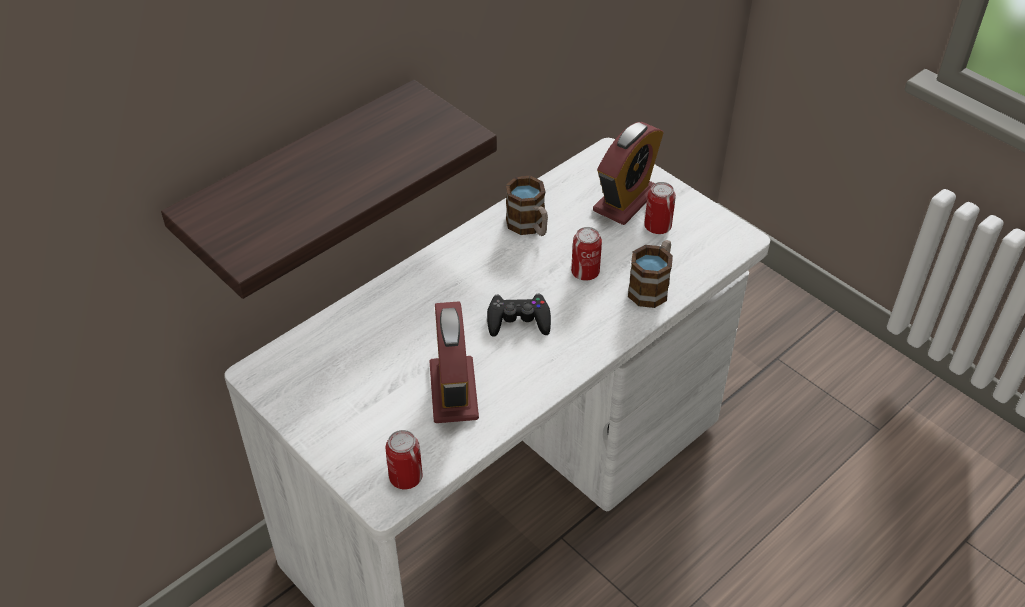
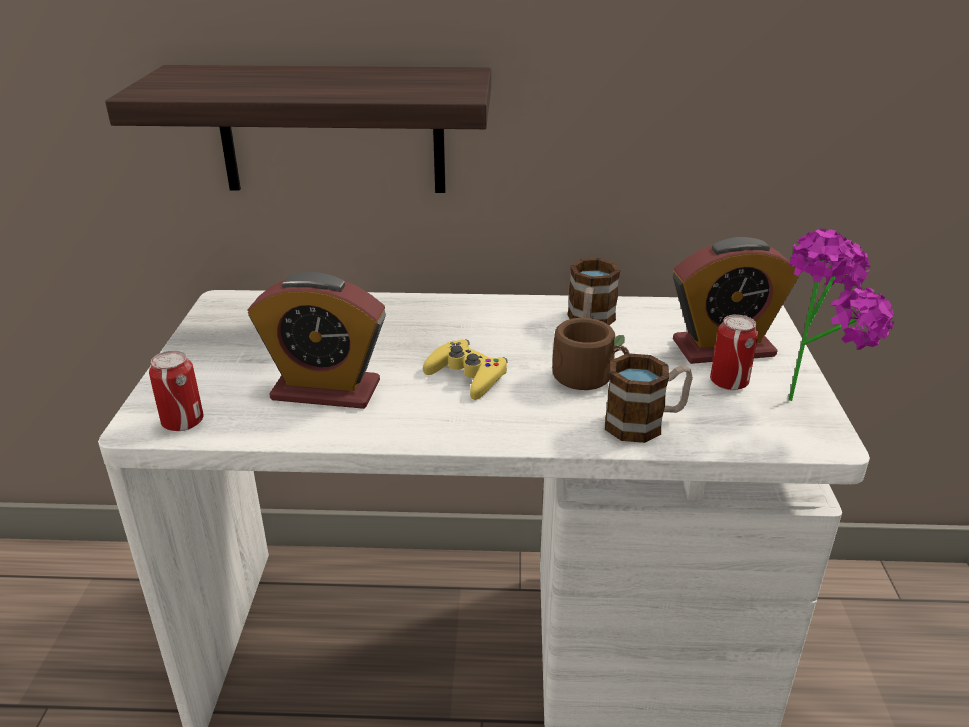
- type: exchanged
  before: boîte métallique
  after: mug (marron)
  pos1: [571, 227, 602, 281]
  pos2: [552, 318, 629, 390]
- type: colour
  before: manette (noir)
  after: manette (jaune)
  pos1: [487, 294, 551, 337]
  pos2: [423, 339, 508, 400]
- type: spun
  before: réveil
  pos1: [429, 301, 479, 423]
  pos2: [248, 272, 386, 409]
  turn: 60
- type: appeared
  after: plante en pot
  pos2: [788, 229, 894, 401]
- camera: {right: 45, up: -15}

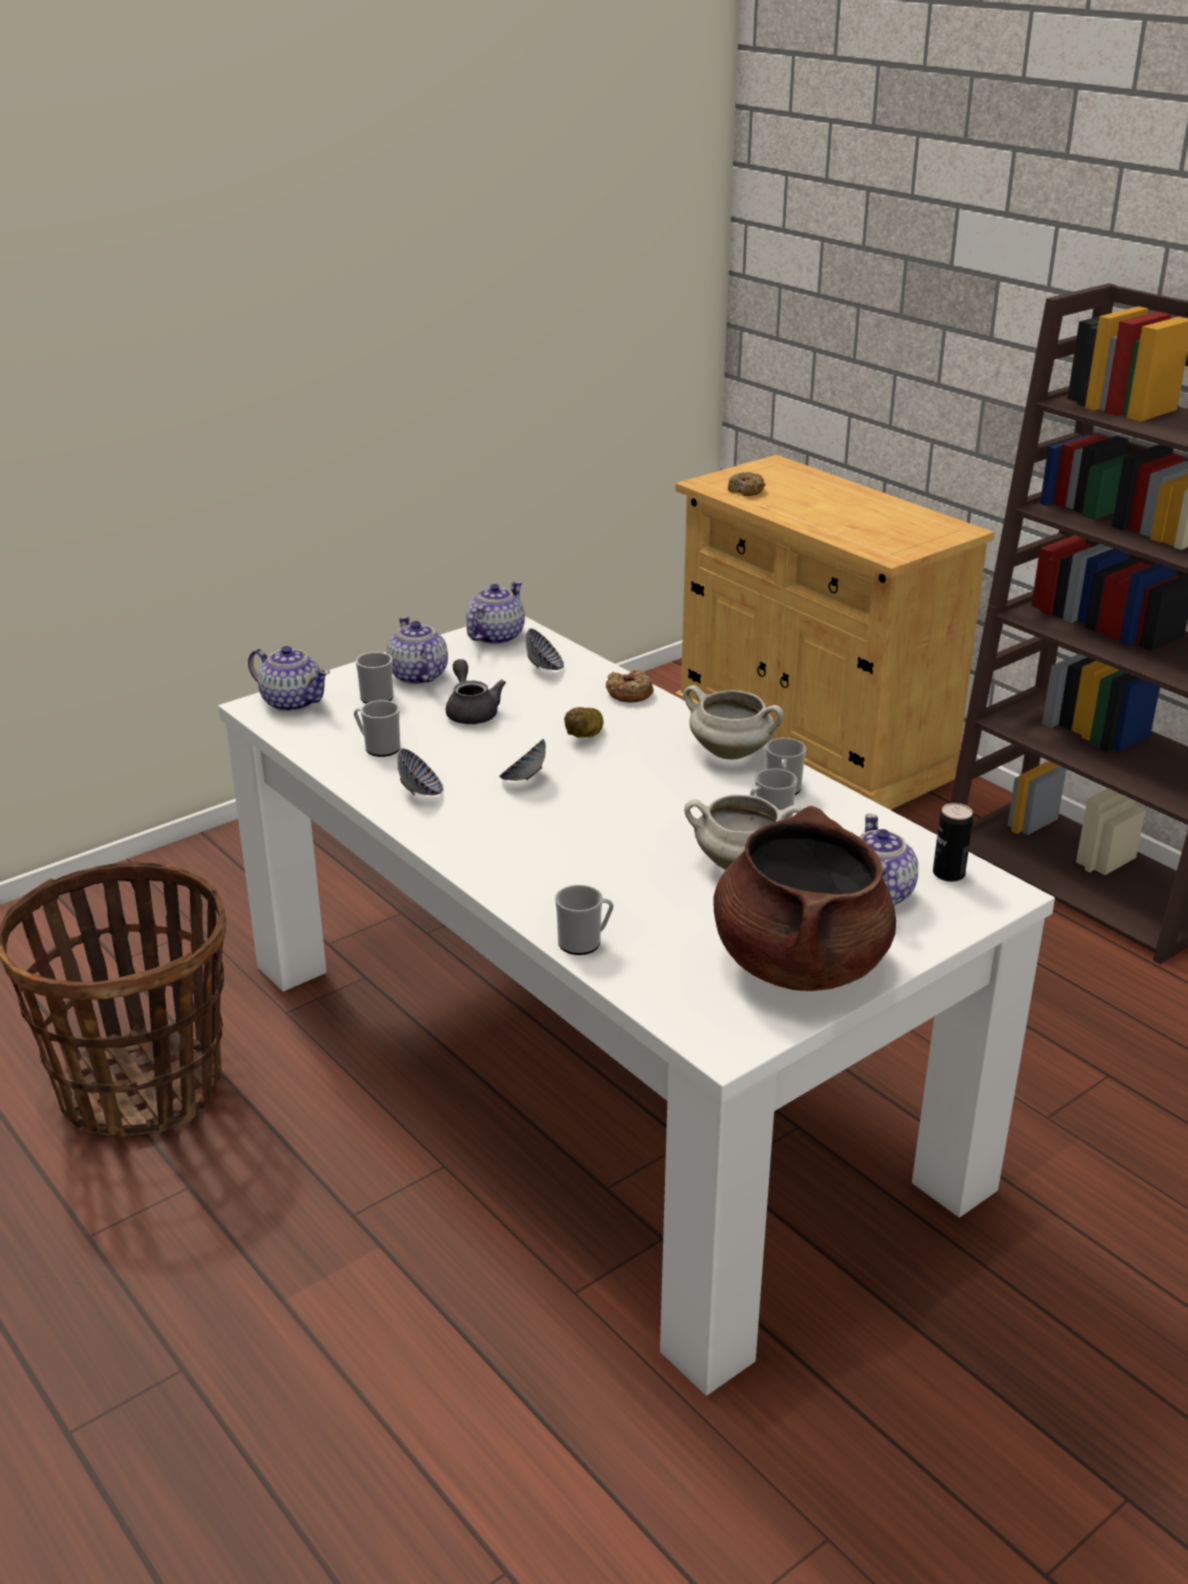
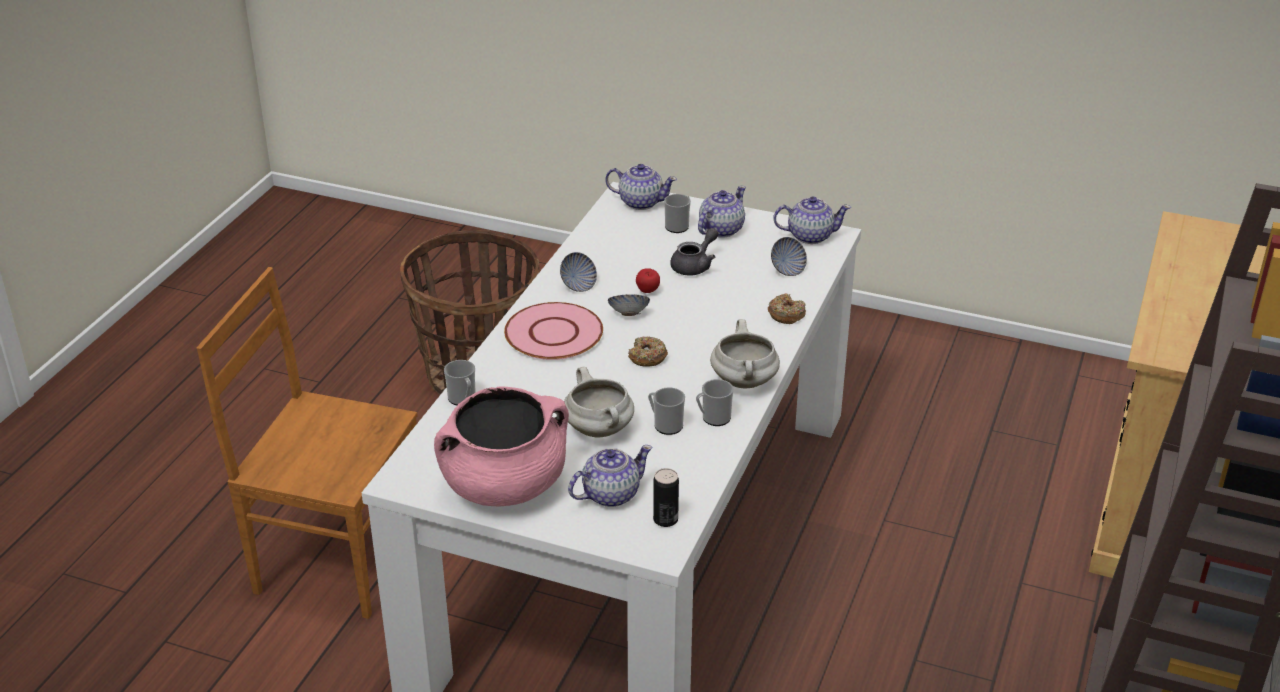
- type: relocated
  before: beignet
  pos1: [728, 472, 765, 496]
  pos2: [628, 336, 668, 367]
- type: spun
  before: théière
  pos1: [248, 646, 330, 712]
  pos2: [605, 164, 677, 210]
  turn: -75
- type: missing
  before: mug
  pos1: [354, 700, 400, 757]
- type: missing
  before: pomme de terre
  pos1: [564, 707, 603, 738]
- type: colour
  before: marmite (marron)
  after: marmite (rose)
  pos1: [714, 806, 896, 991]
  pos2: [434, 386, 569, 507]
- type: appeared
  after: chaise (marron)
  pos2: [197, 267, 418, 619]
- type: appeared
  after: pomme
  pos2: [636, 268, 660, 293]
- type: appeared
  after: assiette (rose)
  pos2: [504, 302, 603, 360]
- camera: {right: 60, up: 5}

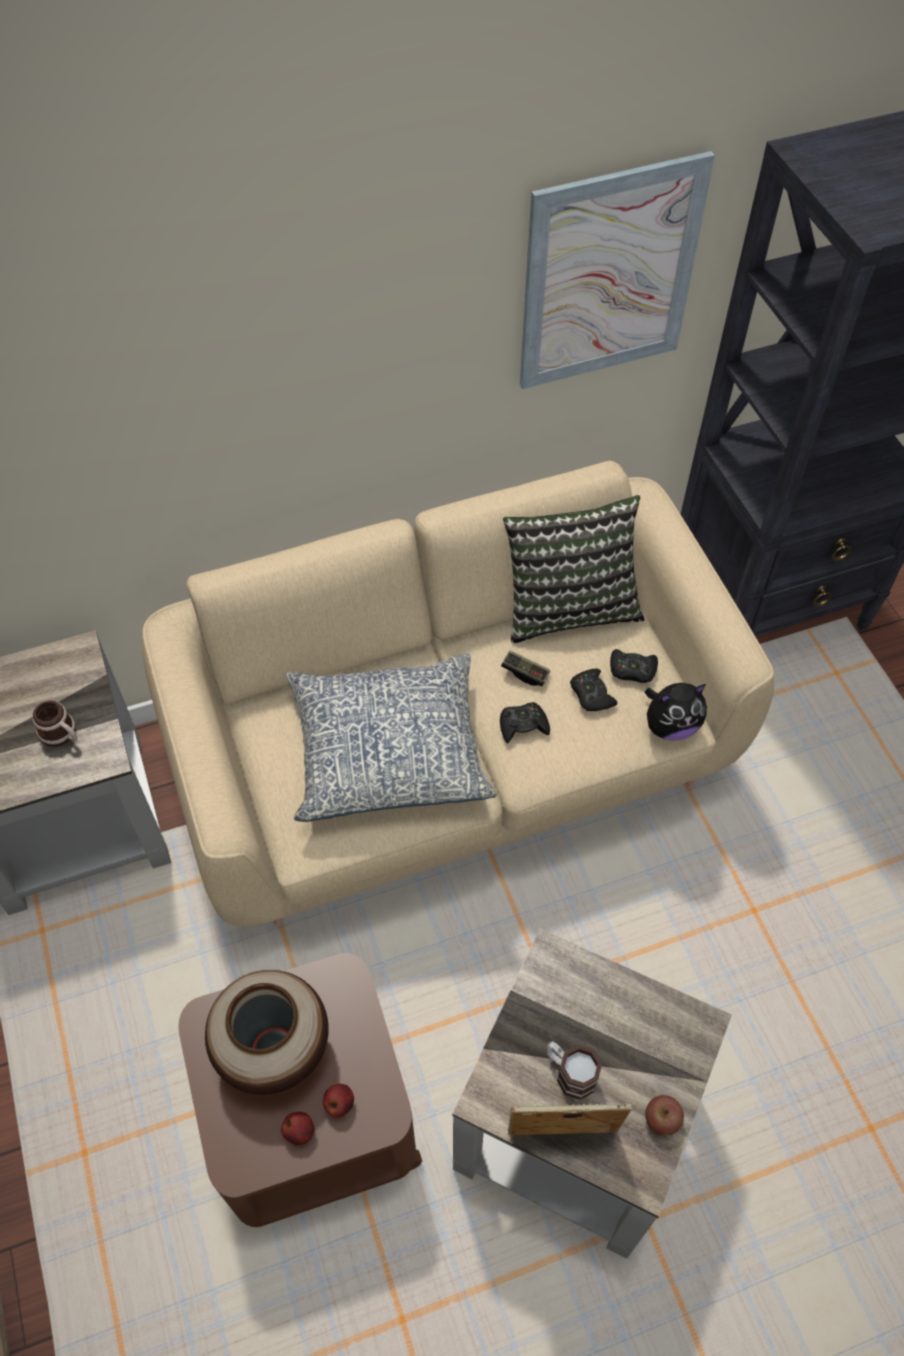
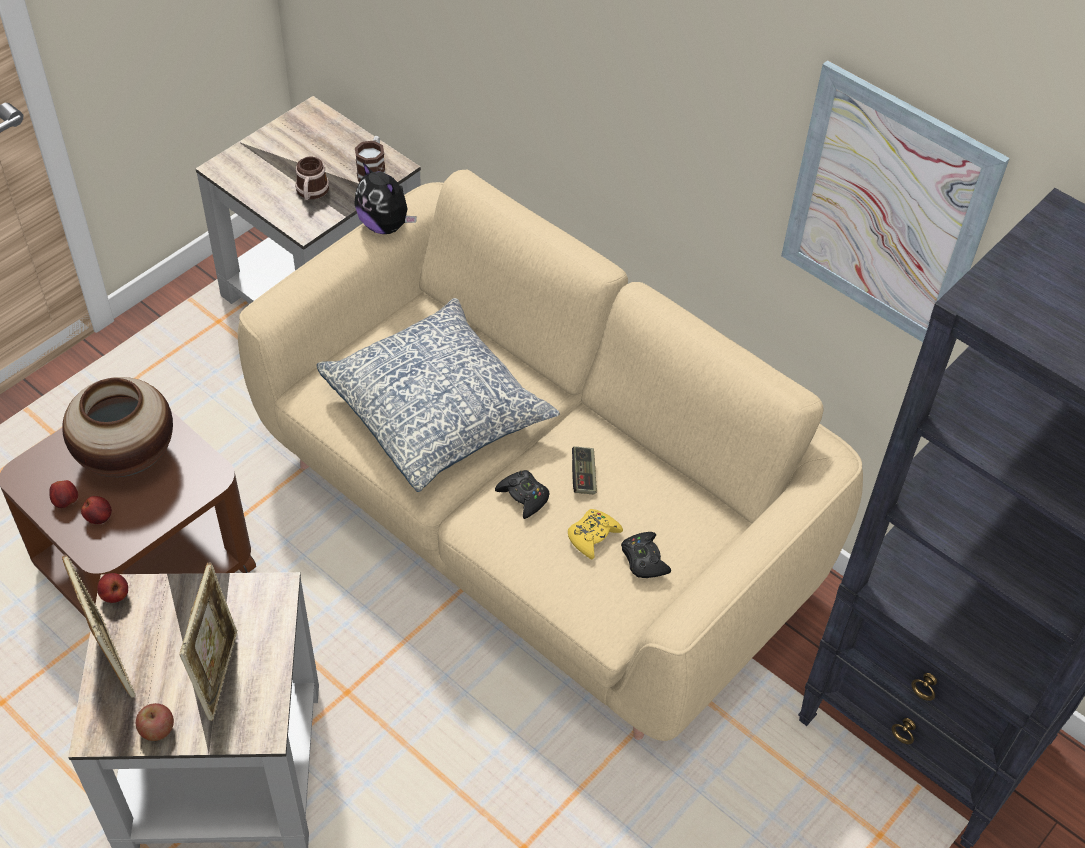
- type: missing
  before: coussin
  pos1: [503, 495, 644, 644]
- type: colour
  before: manette (noir)
  after: manette (jaune)
  pos1: [570, 668, 618, 711]
  pos2: [568, 509, 623, 559]
- type: relocated
  before: peluche
  pos1: [644, 683, 707, 741]
  pos2: [354, 163, 417, 234]
- type: relocated
  before: mug
  pos1: [547, 1042, 602, 1100]
  pos2: [355, 136, 385, 182]
- type: appeared
  after: cadre photo
  pos2: [179, 563, 237, 721]
- type: appeared
  after: pomme
  pos2: [97, 573, 128, 603]
- camera: {right: 60, up: -5}

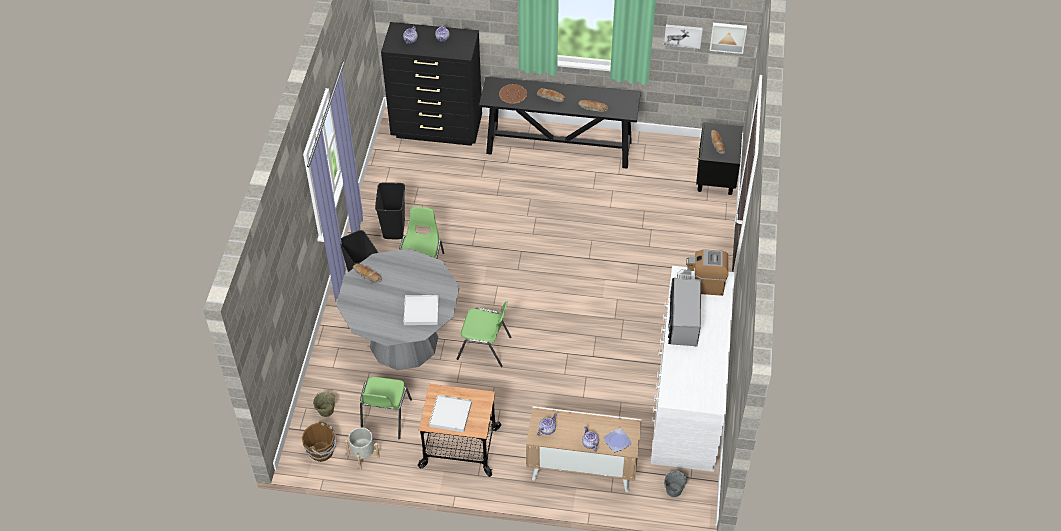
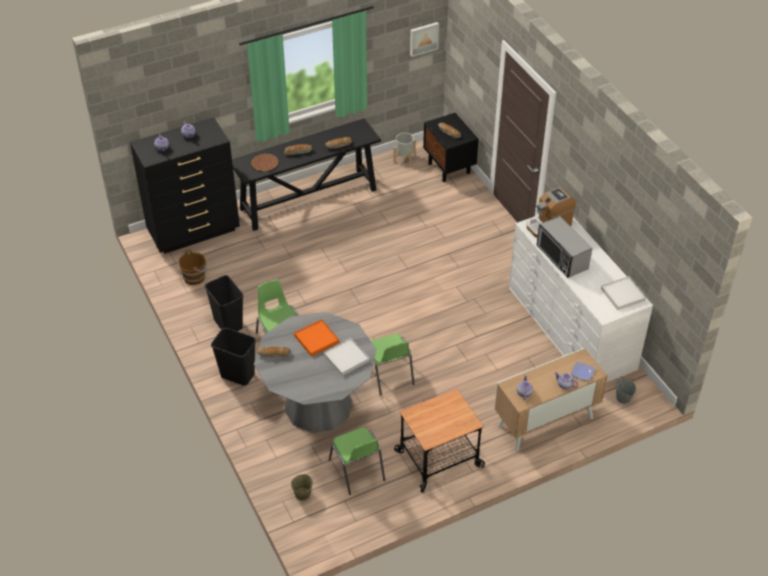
- type: missing
  before: tableau
  pos1: [664, 25, 703, 49]
- type: spun
  before: chaise (vert)
  pos1: [457, 301, 511, 367]
  pos2: [371, 334, 415, 395]
  turn: 90
- type: relocated
  before: plateau (blanc)
  pos1: [429, 395, 472, 433]
  pos2: [601, 276, 646, 310]
- type: relocated
  before: seau (marron)
  pos1: [302, 421, 337, 462]
  pos2: [178, 250, 207, 285]
- type: relocated
  before: cache-pot (gris)
  pos1: [345, 427, 380, 470]
  pos2: [394, 133, 416, 166]
- type: appeared
  after: plateau (orange)
  pos2: [294, 320, 339, 356]
- camera: {right: -35, up: -5}

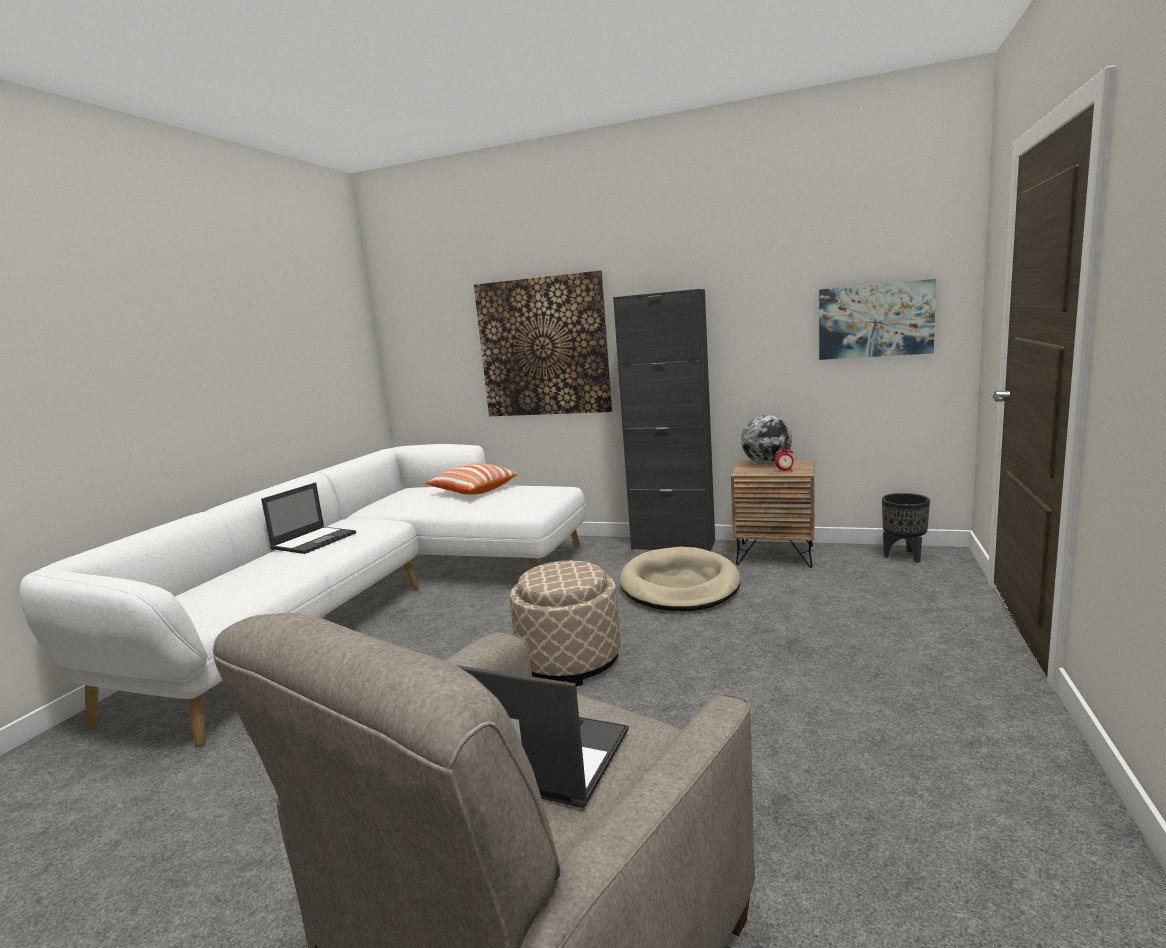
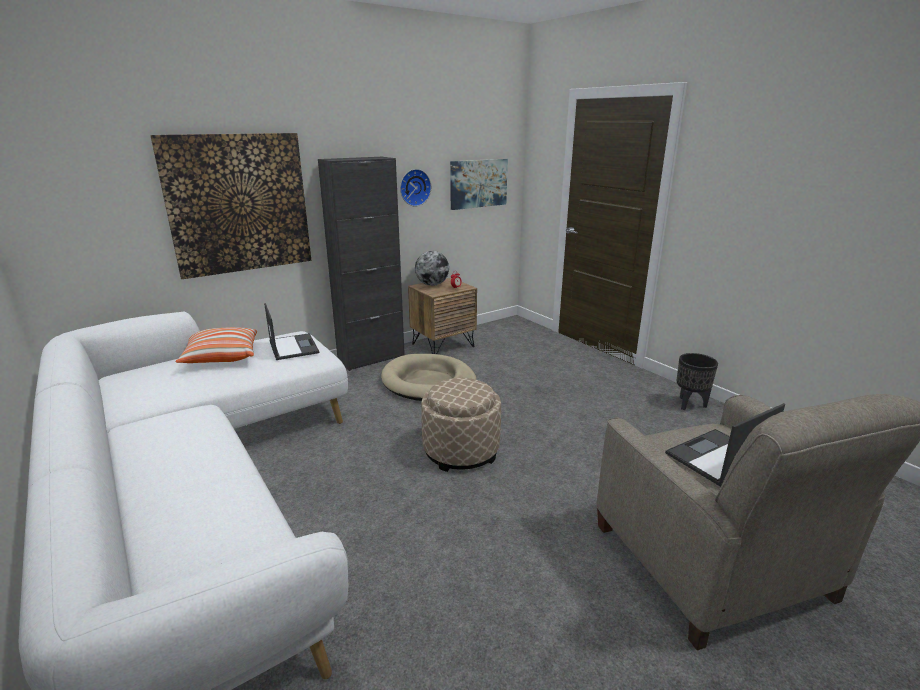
- type: relocated
  before: ordinateur portable
  pos1: [261, 482, 356, 554]
  pos2: [264, 303, 319, 360]
- type: relocated
  before: cache-pot (noir)
  pos1: [882, 493, 930, 563]
  pos2: [676, 353, 718, 410]
- type: appeared
  after: horloge murale
  pos2: [400, 169, 431, 206]
- camera: {right: -55, up: 10}

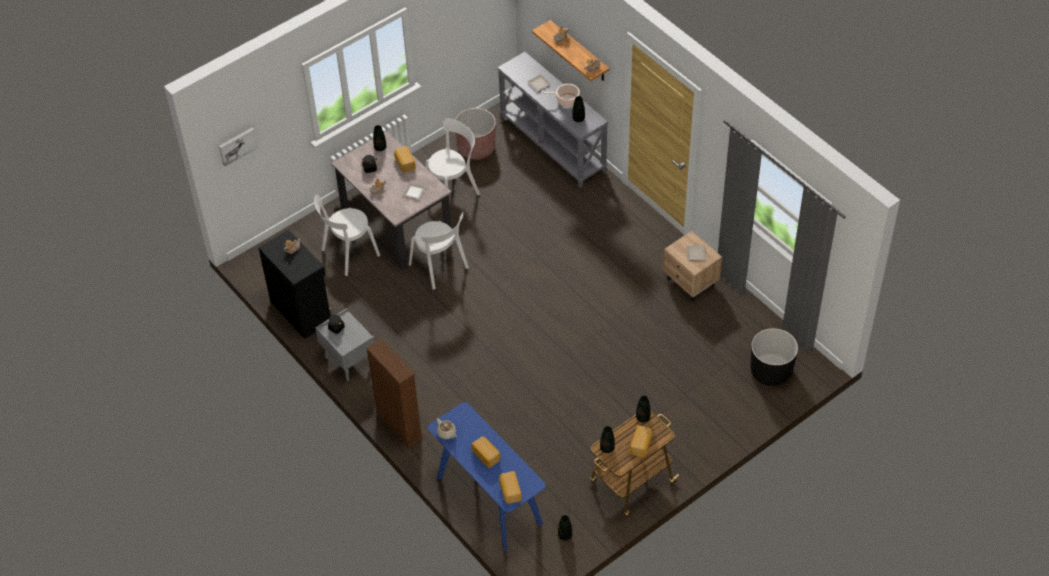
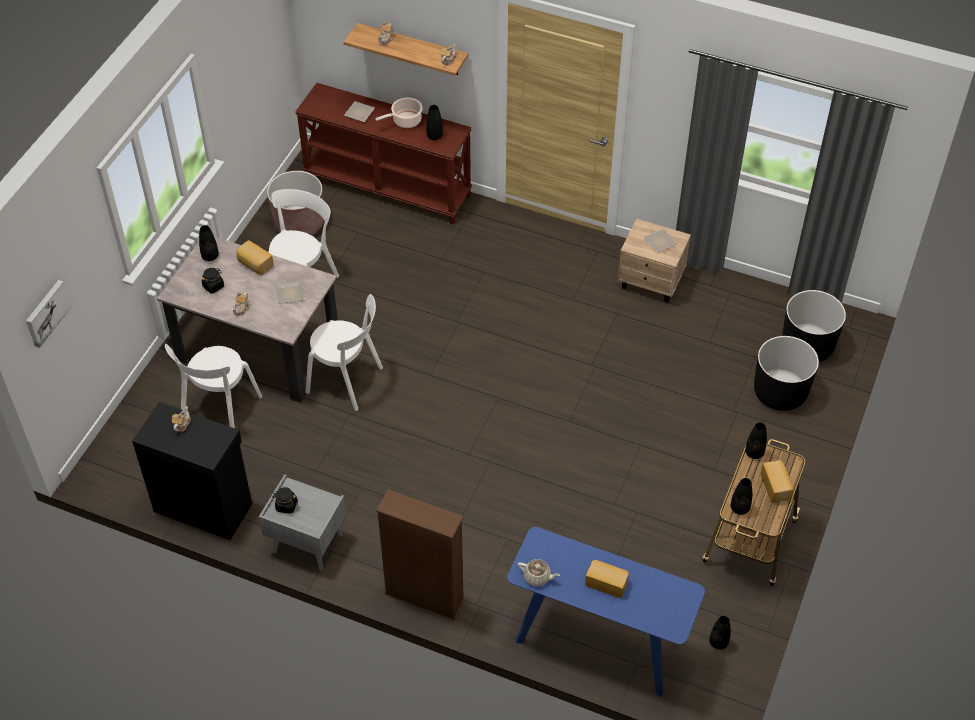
- type: colour
  before: table console (gris)
  after: table console (marron)
  pos1: [497, 52, 608, 188]
  pos2: [295, 83, 472, 225]
- type: missing
  before: pain
  pos1: [499, 471, 522, 504]
- type: appeared
  after: cache-pot (noir)
  pos2: [754, 336, 819, 411]
- camera: {right: -30, up: 0}

